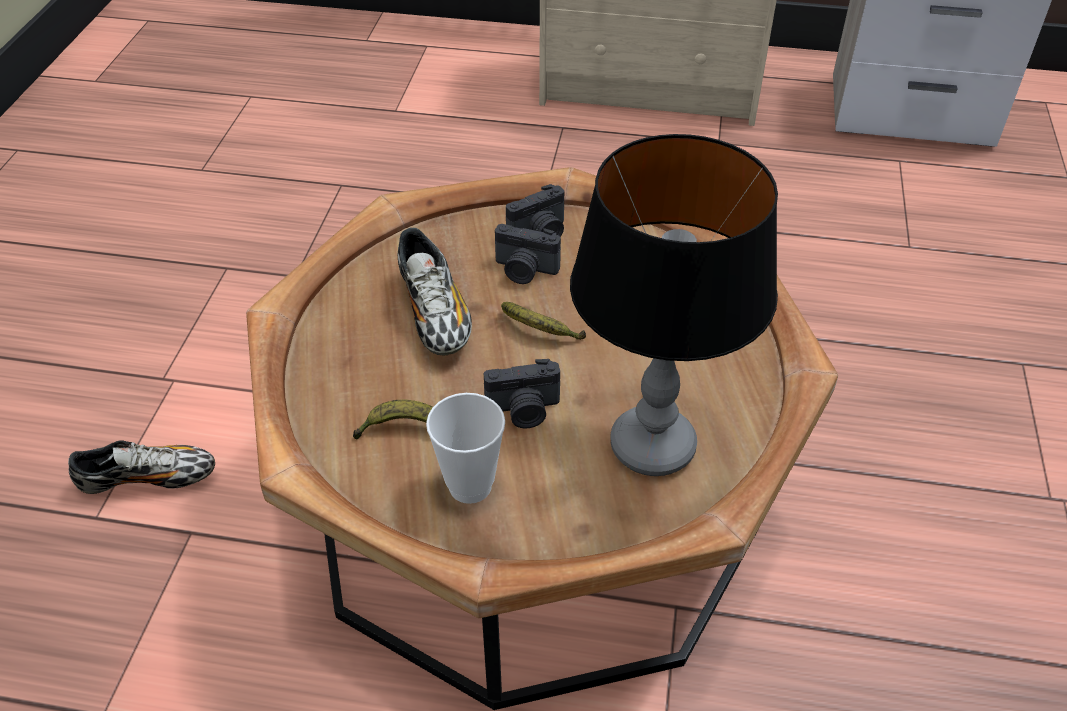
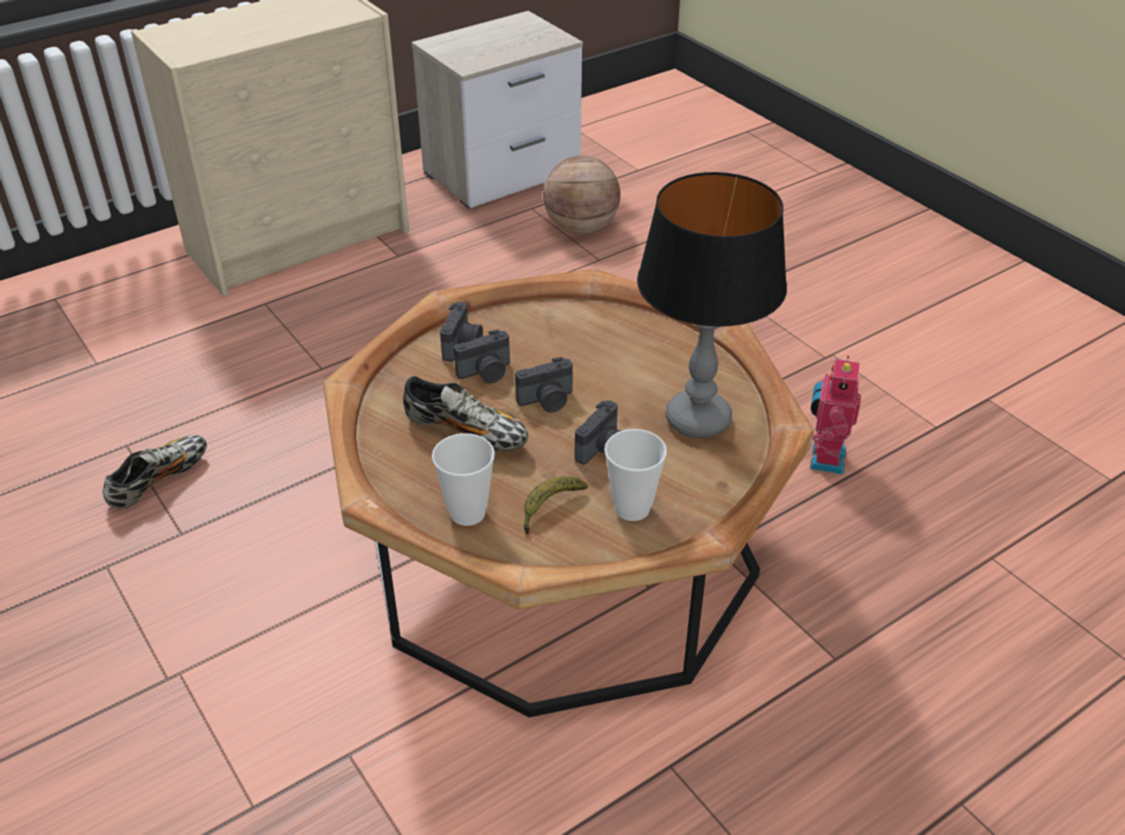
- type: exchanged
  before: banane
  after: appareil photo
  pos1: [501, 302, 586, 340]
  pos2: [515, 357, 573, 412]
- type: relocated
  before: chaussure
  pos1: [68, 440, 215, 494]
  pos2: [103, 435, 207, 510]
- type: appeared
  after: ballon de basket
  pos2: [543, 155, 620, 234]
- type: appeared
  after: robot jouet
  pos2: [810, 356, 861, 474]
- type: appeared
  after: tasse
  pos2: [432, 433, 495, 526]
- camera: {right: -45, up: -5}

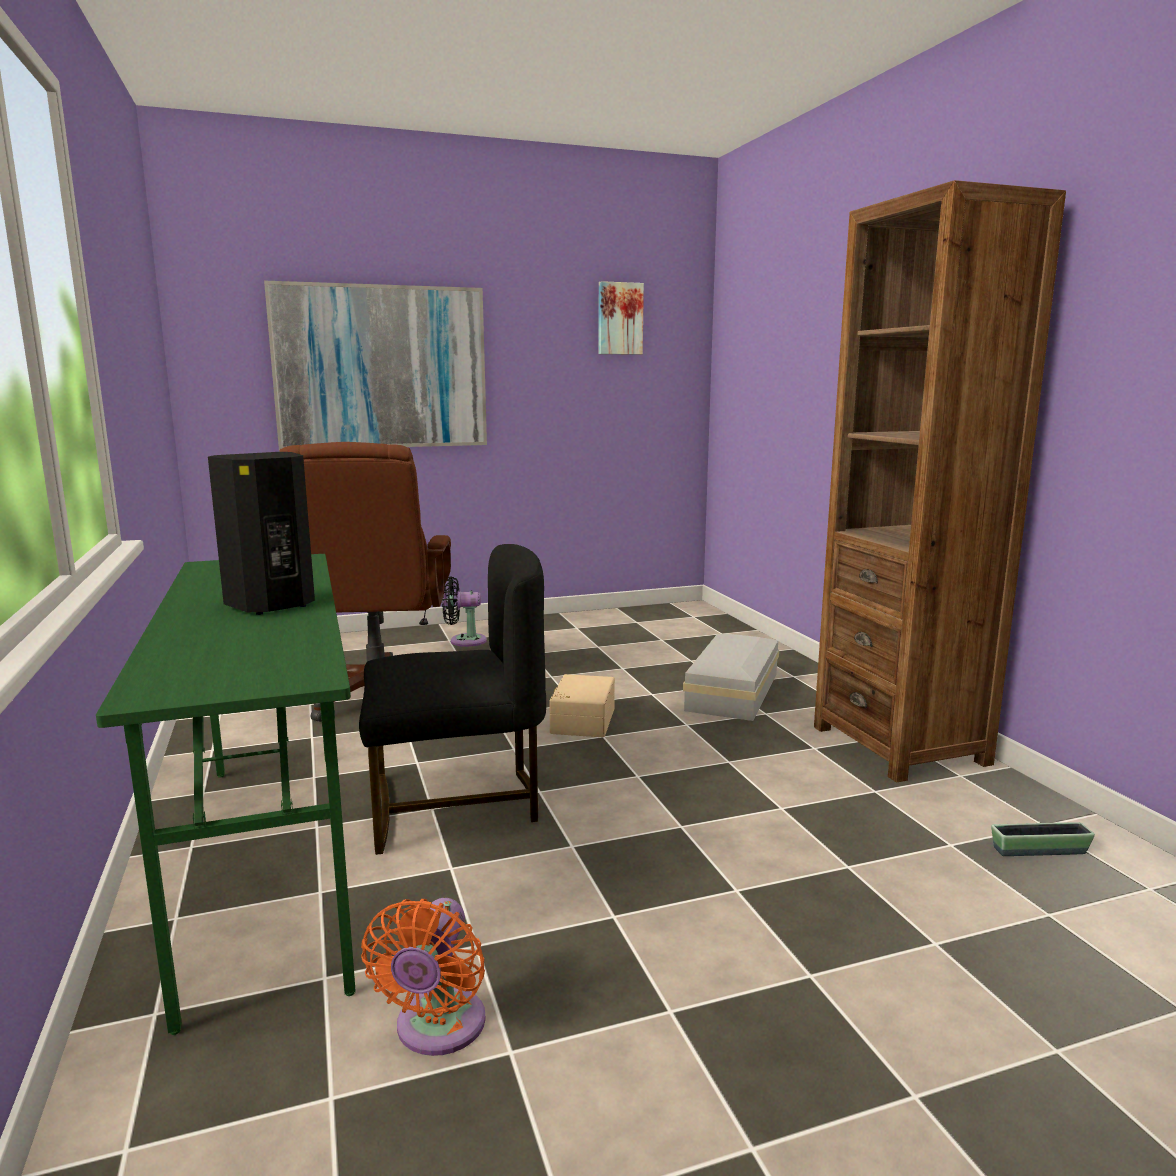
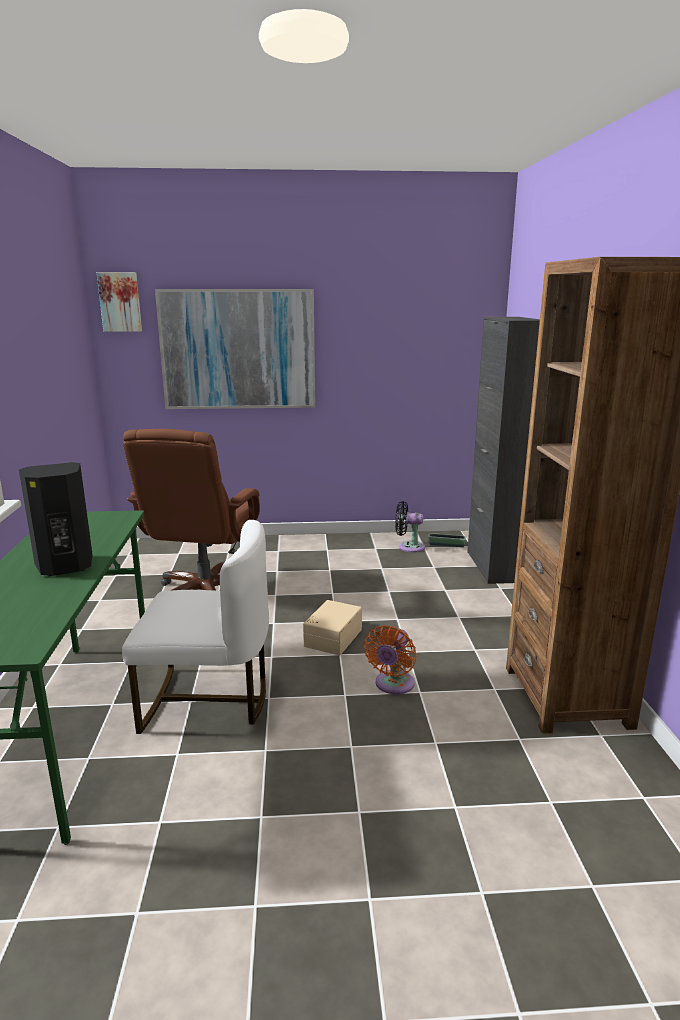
- type: relocated
  before: tableau
  pos1: [598, 281, 644, 355]
  pos2: [97, 272, 142, 332]
- type: colour
  before: chaise (noir)
  after: chaise (blanc)
  pos1: [359, 544, 546, 855]
  pos2: [122, 520, 269, 734]
- type: relocated
  before: ventilateur (noir)
  pos1: [442, 576, 487, 647]
  pos2: [395, 501, 425, 553]
- type: missing
  before: boîte de rangement (blanc)
  pos1: [683, 634, 779, 721]
- type: relocated
  before: cache-pot
  pos1: [991, 822, 1095, 856]
  pos2: [428, 533, 466, 547]
- type: relocated
  before: ventilateur (orange)
  pos1: [361, 898, 486, 1056]
  pos2: [364, 625, 417, 695]
- type: appeared
  after: meuble de rangement (noir)
  pos2: [467, 317, 540, 584]
- camera: {right: 15, up: 5}

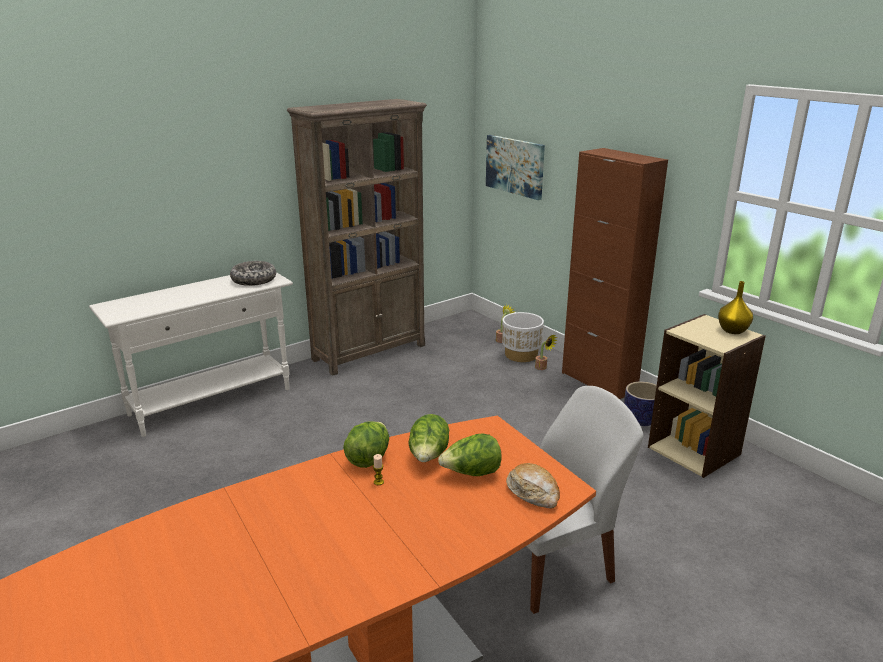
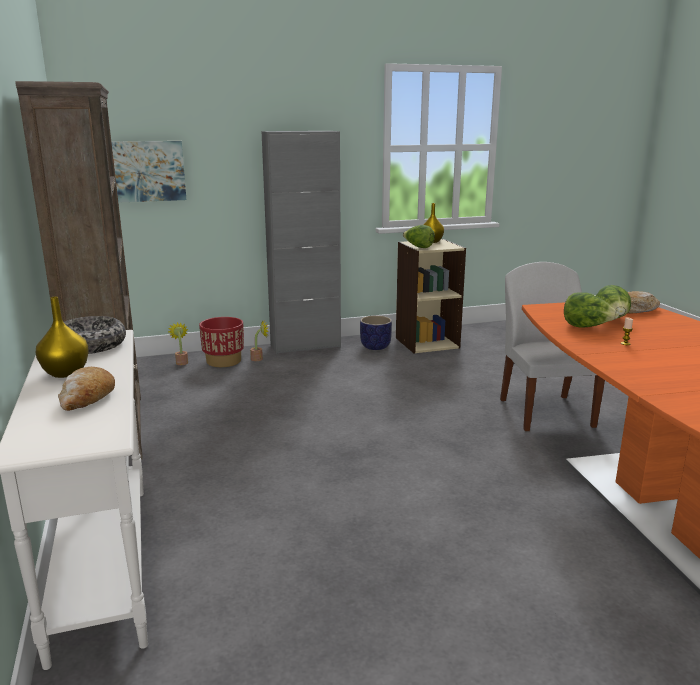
- type: colour
  before: meuble de rangement (marron)
  after: meuble de rangement (gris)
  pos1: [562, 148, 668, 399]
  pos2: [261, 131, 341, 354]
- type: colour
  before: cache-pot (blanc)
  after: cache-pot (rouge)
  pos1: [502, 312, 544, 362]
  pos2: [199, 317, 244, 367]
- type: relocated
  before: laitue
  pos1: [343, 422, 389, 468]
  pos2: [403, 225, 435, 248]
- type: appeared
  after: vase (jaune)
  pos2: [36, 297, 89, 378]
- type: appeared
  after: pain
  pos2: [58, 367, 115, 411]
- camera: {right: -70, up: -5}

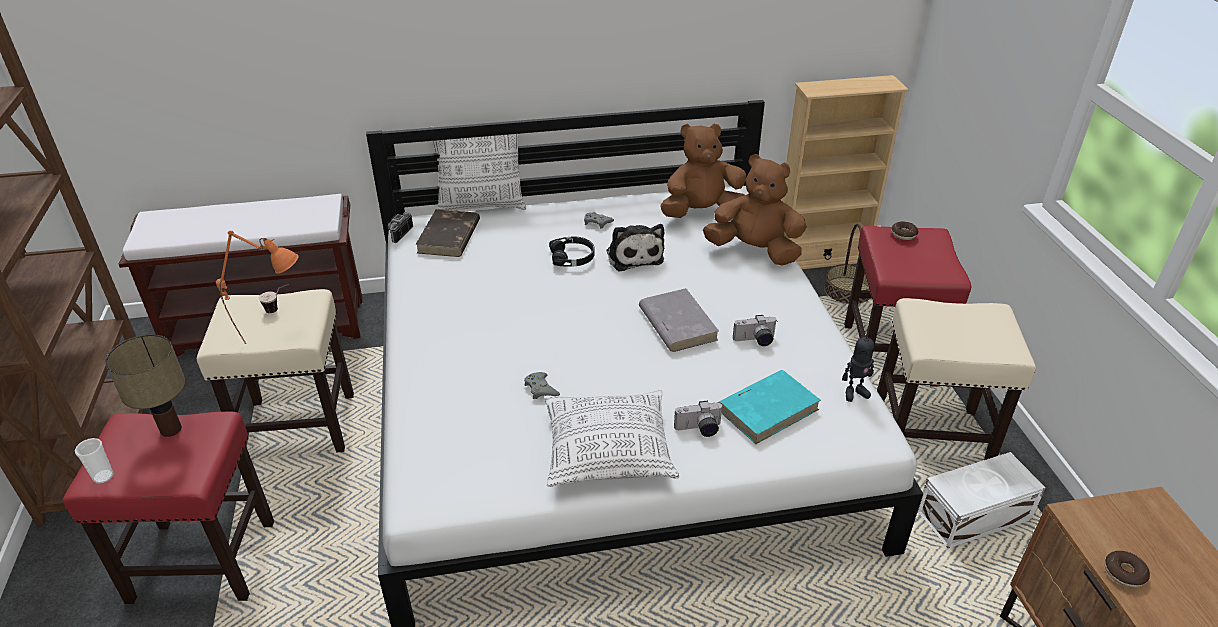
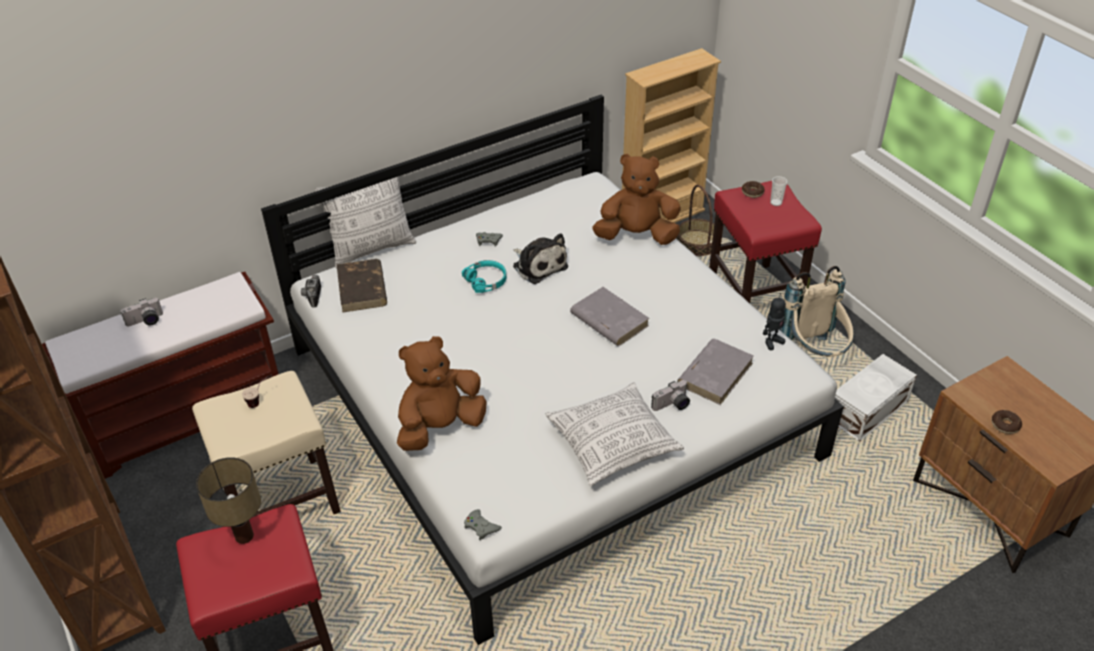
- type: relocated
  before: peluche (marron)
  pos1: [660, 123, 746, 218]
  pos2: [397, 336, 487, 451]
- type: missing
  before: lampe de table (orange)
  pos1: [216, 230, 298, 344]
- type: colour
  before: casque audio (noir)
  after: casque audio (turquoise)
  pos1: [549, 236, 595, 267]
  pos2: [462, 260, 506, 293]
- type: exchanged
  before: tabouret (beige)
  after: sac à dos (beige)
  pos1: [877, 298, 1036, 460]
  pos2: [779, 266, 854, 357]
- type: relocated
  before: appareil photo
  pos1: [733, 315, 777, 346]
  pos2: [120, 298, 163, 326]
- type: colour
  before: livre (turquoise)
  after: livre (gris)
  pos1: [718, 370, 821, 444]
  pos2: [677, 339, 754, 405]
- type: relocated
  before: manette (gris)
  pos1: [524, 372, 560, 399]
  pos2: [464, 509, 502, 540]
- type: relocated
  before: tasse
  pos1: [75, 438, 114, 484]
  pos2: [770, 176, 788, 206]
- camera: {right: -20, up: 5}

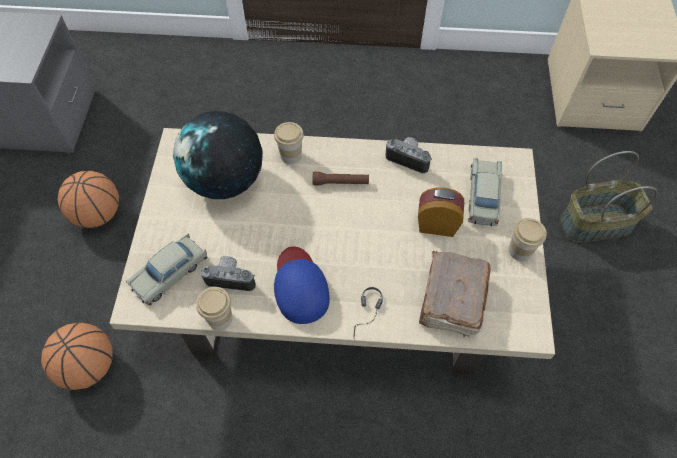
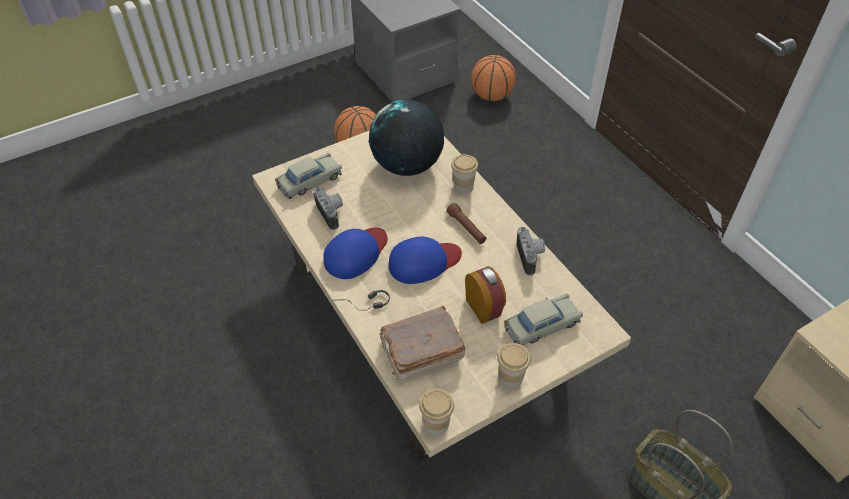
- type: spun
  before: petite voiture (beige)
  pos1: [126, 233, 207, 306]
  pos2: [275, 153, 342, 199]
  turn: 135
- type: relocated
  before: tasse
  pos1: [196, 287, 232, 330]
  pos2: [419, 389, 454, 436]
- type: relocated
  before: ballon de basket
  pos1: [41, 322, 113, 390]
  pos2: [471, 55, 516, 101]
- type: appeared
  after: casquette (bleu)
  pos2: [389, 237, 462, 284]
- camera: {right: 55, up: -10}

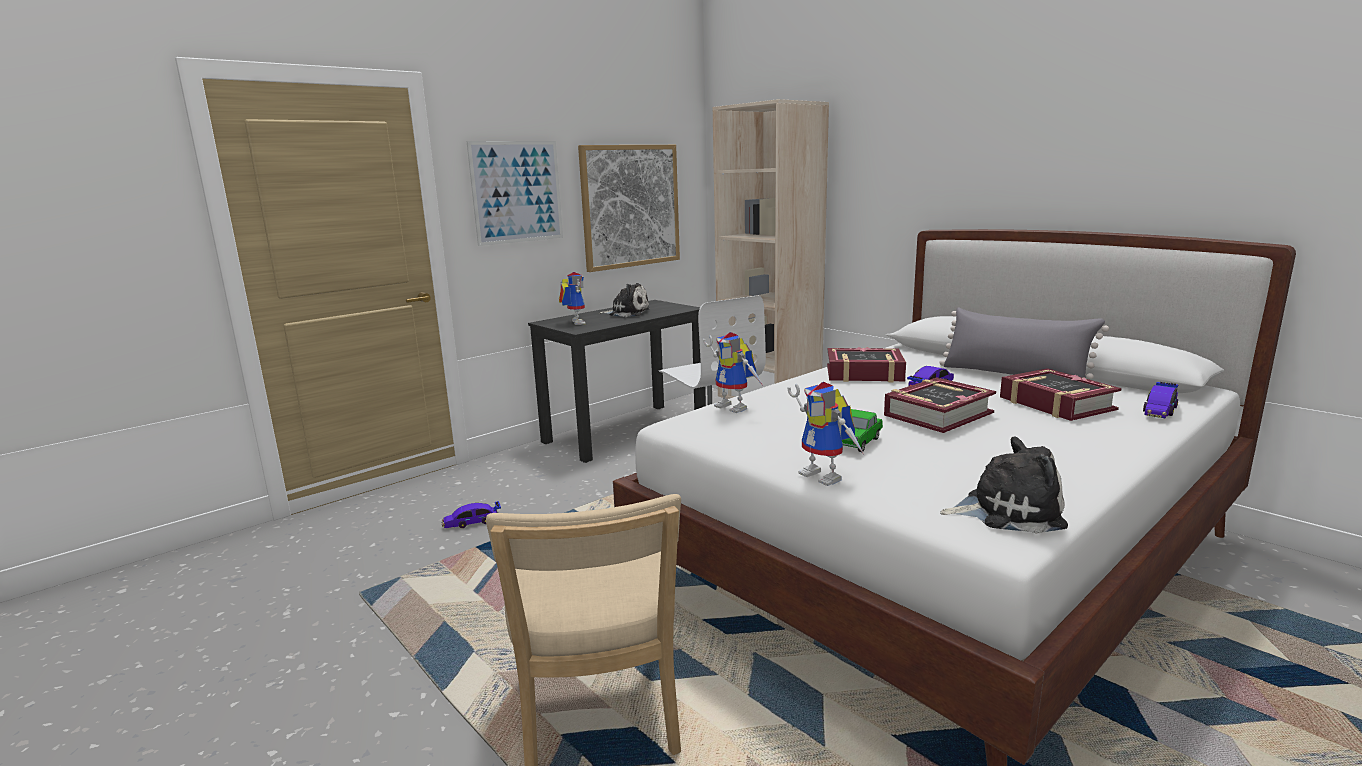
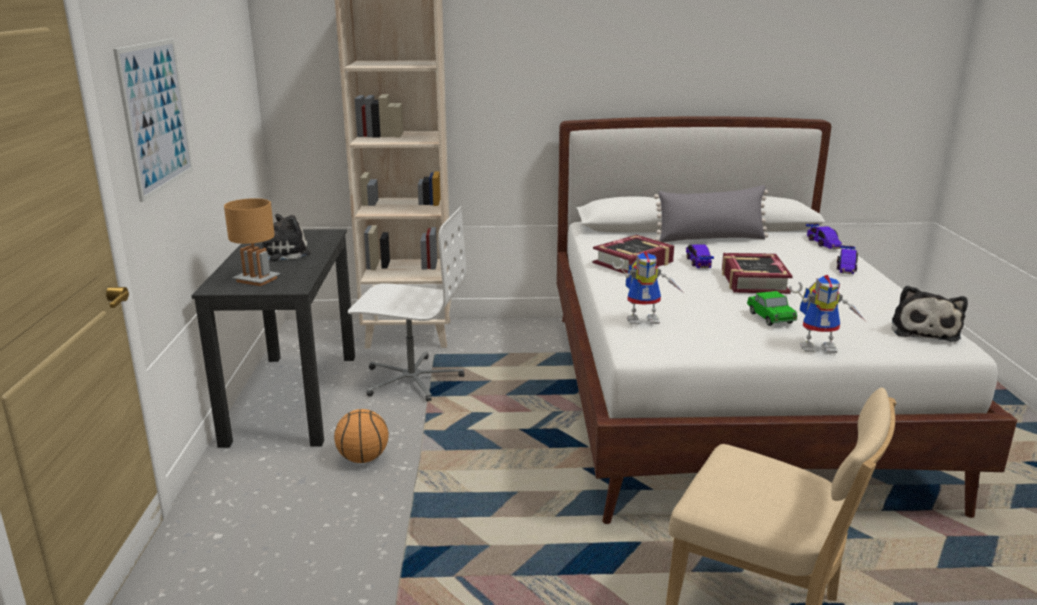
- type: missing
  before: tableau
  pos1: [578, 145, 680, 272]
- type: exchanged
  before: robot jouet
  after: lampe de table (marron)
  pos1: [559, 272, 586, 325]
  pos2: [224, 198, 280, 286]
- type: missing
  before: livre
  pos1: [1000, 368, 1122, 421]
- type: spun
  before: peluche
  pos1: [940, 436, 1068, 534]
  pos2: [891, 285, 968, 342]
  turn: 150
- type: relocated
  before: petite voiture
  pos1: [442, 501, 501, 528]
  pos2: [837, 245, 858, 274]
- type: appeared
  after: ballon de basket
  pos2: [334, 409, 389, 463]
- camera: {right: -50, up: 5}

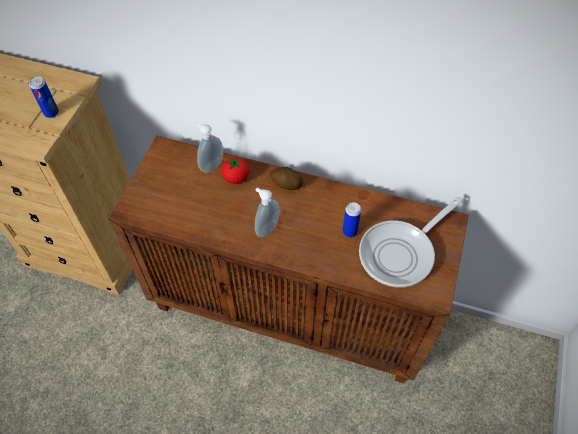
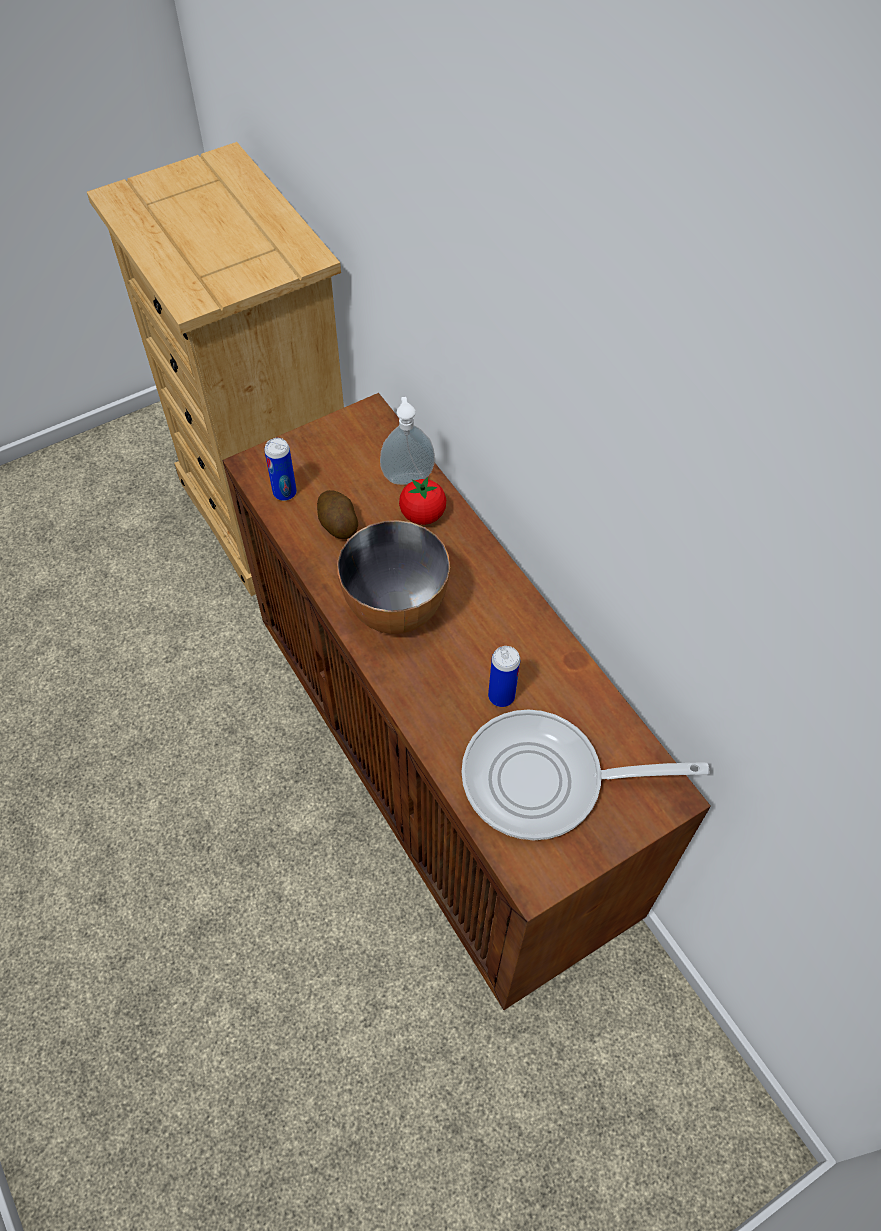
- type: relocated
  before: boîte métallique
  pos1: [29, 76, 59, 118]
  pos2: [264, 438, 297, 501]
- type: relocated
  before: pomme de terre
  pos1: [270, 167, 303, 190]
  pos2: [317, 490, 358, 539]
- type: exchanged
  before: distributeur de savon
  after: bol
  pos1: [255, 188, 279, 238]
  pos2: [337, 520, 450, 634]
- camera: {right: 40, up: 0}

